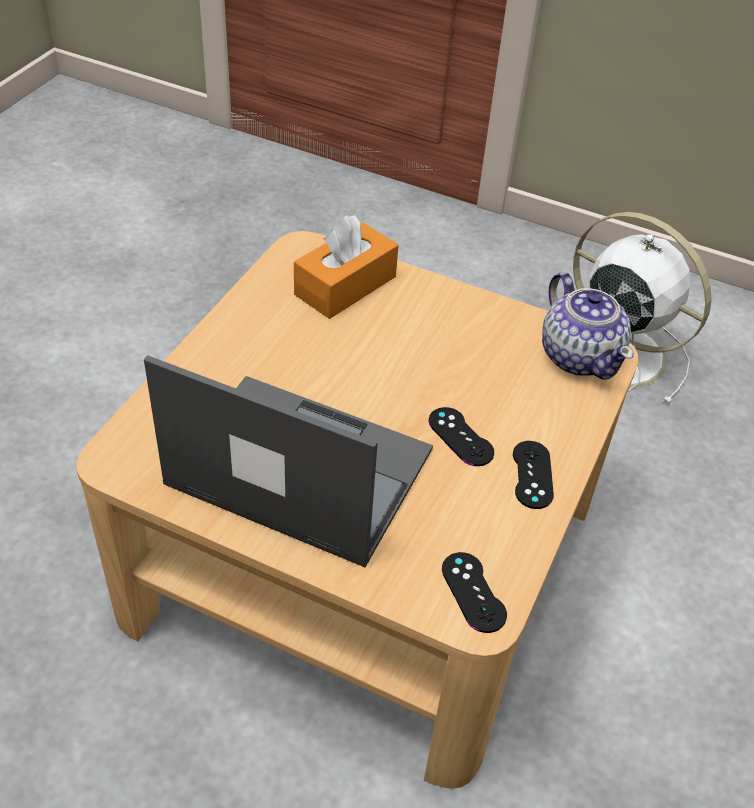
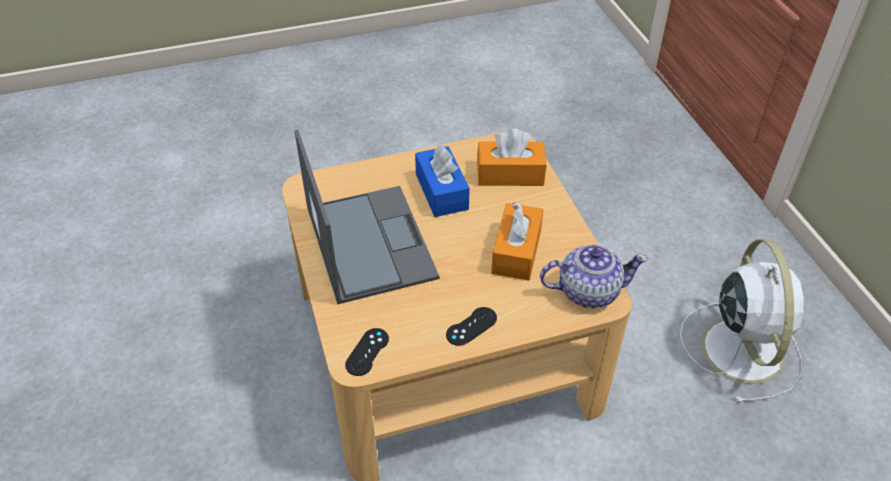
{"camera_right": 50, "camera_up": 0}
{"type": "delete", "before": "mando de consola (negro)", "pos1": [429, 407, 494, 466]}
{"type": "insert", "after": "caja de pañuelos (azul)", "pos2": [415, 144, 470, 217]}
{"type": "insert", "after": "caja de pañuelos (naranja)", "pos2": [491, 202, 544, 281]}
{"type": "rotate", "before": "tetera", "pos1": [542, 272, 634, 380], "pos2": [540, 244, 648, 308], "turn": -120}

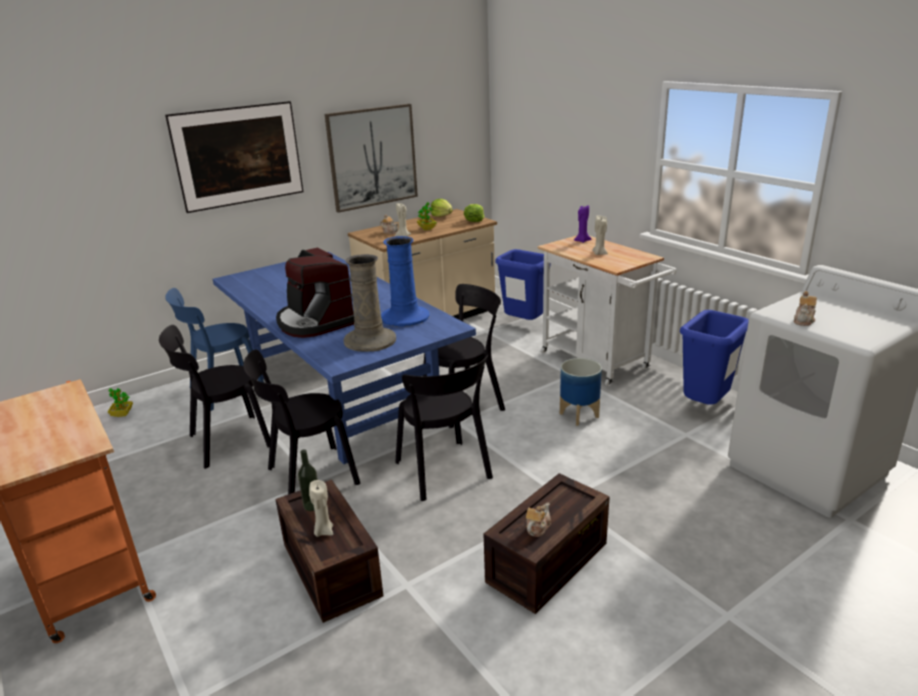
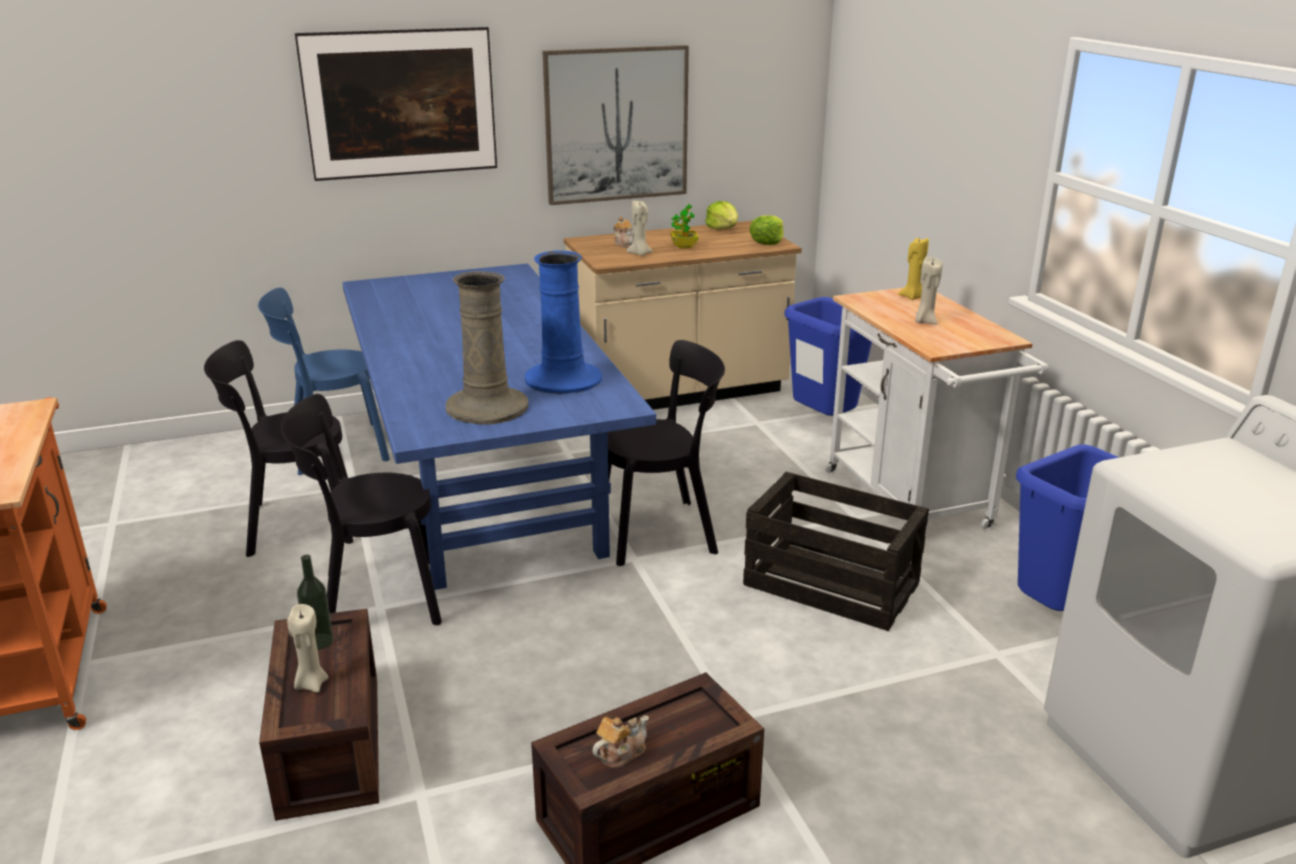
{"camera_right": 15, "camera_up": 0}
{"type": "delete", "before": "planta en maceta", "pos1": [108, 388, 133, 417]}
{"type": "delete", "before": "cafetera", "pos1": [276, 248, 354, 338]}
{"type": "delete", "before": "silla (negro)", "pos1": [395, 353, 493, 501]}
{"type": "delete", "before": "tetera", "pos1": [794, 291, 817, 326]}
{"type": "replace", "before": "maceta", "after": "caja de embalaje", "pos1": [560, 358, 602, 426], "pos2": [743, 472, 929, 631]}
{"type": "recolor", "before": "vela (morado)", "after": "vela (amarillo)", "pos1": [574, 205, 592, 243], "pos2": [898, 236, 929, 300]}

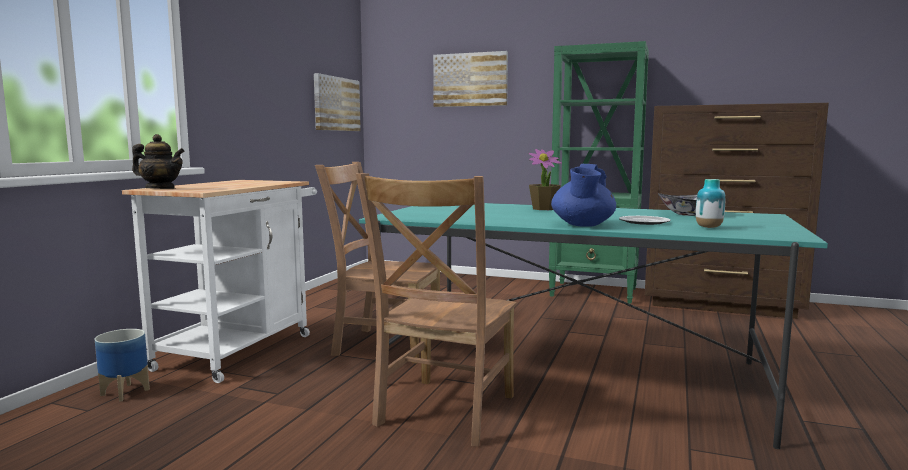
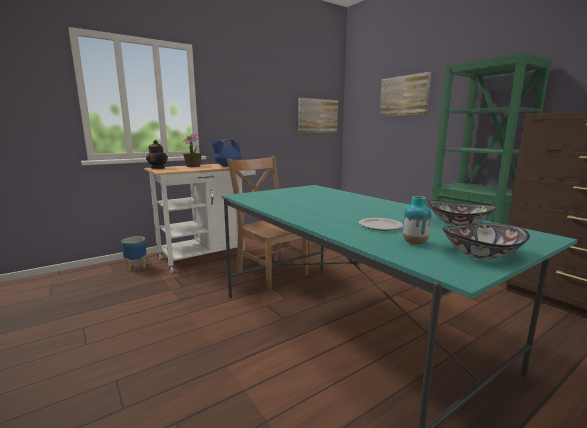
{"camera_right": 35, "camera_up": 5}
{"type": "delete", "before": "silla (marrón)", "pos1": [356, 173, 517, 447]}
{"type": "insert", "after": "cuenco", "pos2": [442, 223, 530, 259]}
{"type": "move", "before": "planta en maceta", "pos1": [529, 149, 562, 210], "pos2": [183, 134, 202, 167]}
{"type": "move", "before": "tetera (azul)", "pos1": [551, 164, 616, 227], "pos2": [212, 139, 242, 167]}

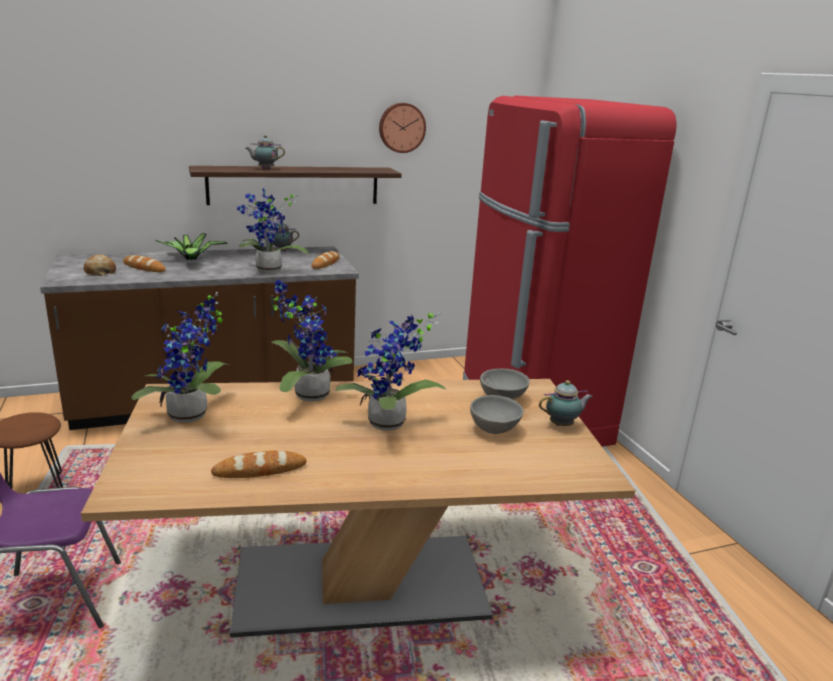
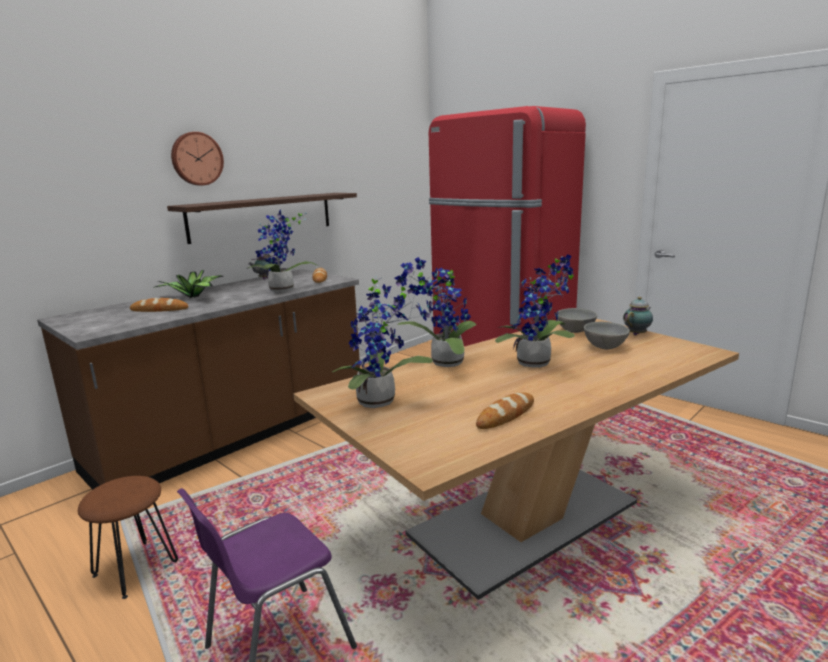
{"camera_right": -25, "camera_up": -5}
{"type": "delete", "before": "pan", "pos1": [83, 254, 116, 276]}
{"type": "delete", "before": "tetera", "pos1": [246, 135, 285, 169]}
{"type": "move", "before": "reloj de pared", "pos1": [379, 103, 426, 153], "pos2": [171, 132, 224, 186]}

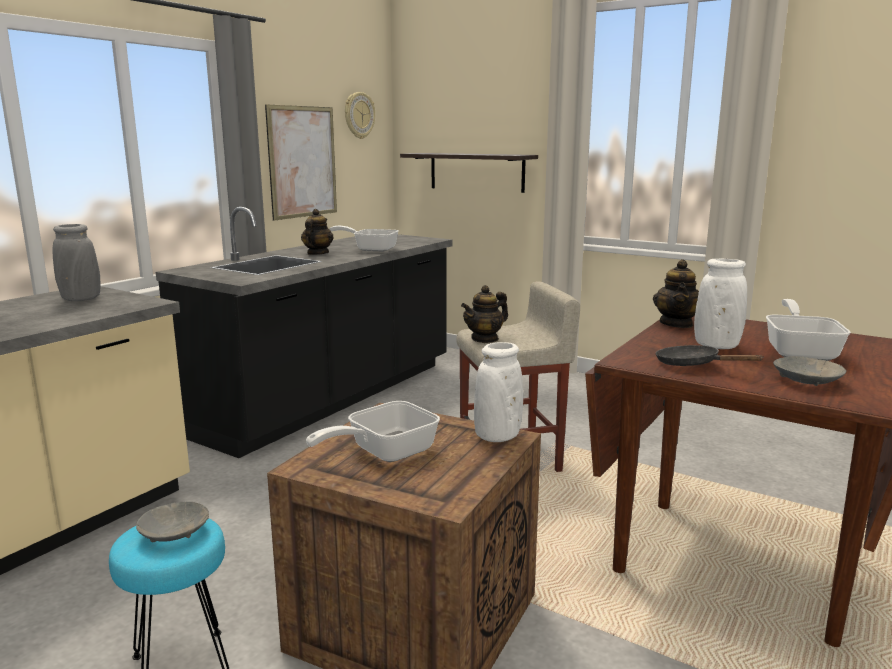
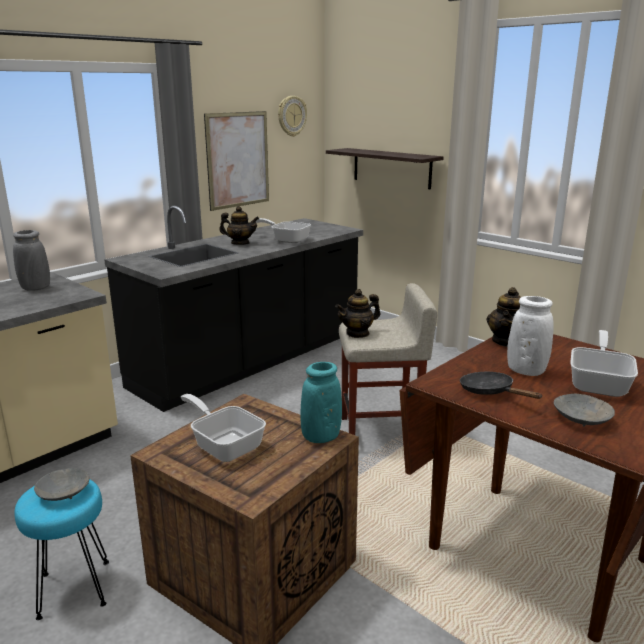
{"camera_right": 10, "camera_up": 5}
{"type": "recolor", "before": "florero (blanco)", "after": "florero (turquesa)", "pos1": [474, 342, 523, 442], "pos2": [300, 362, 342, 443]}
{"type": "rotate", "before": "tetera", "pos1": [301, 209, 334, 255], "pos2": [219, 206, 259, 245], "turn": 75}
{"type": "rotate", "before": "sartén", "pos1": [306, 401, 440, 462], "pos2": [181, 394, 266, 462], "turn": 75}

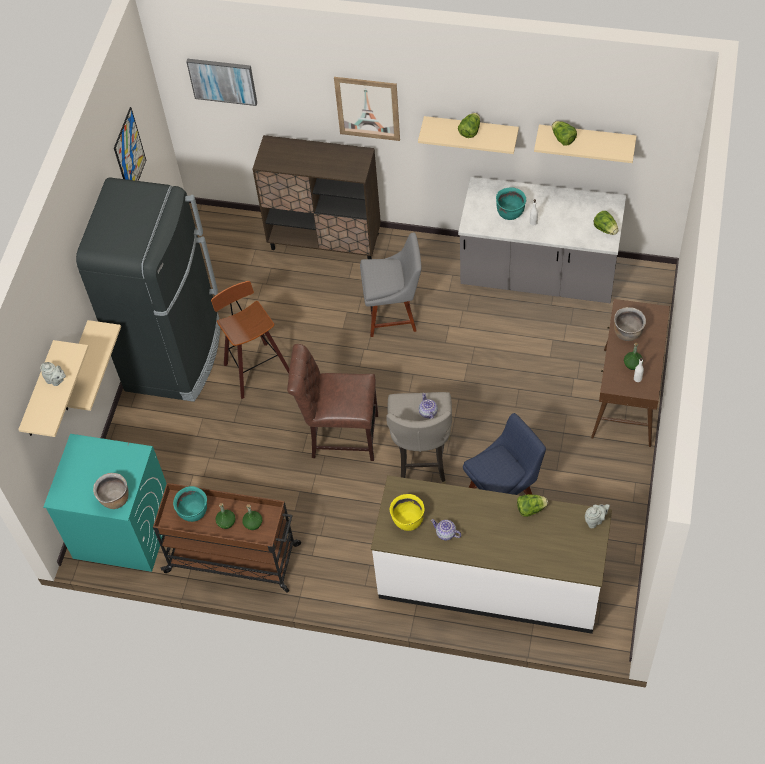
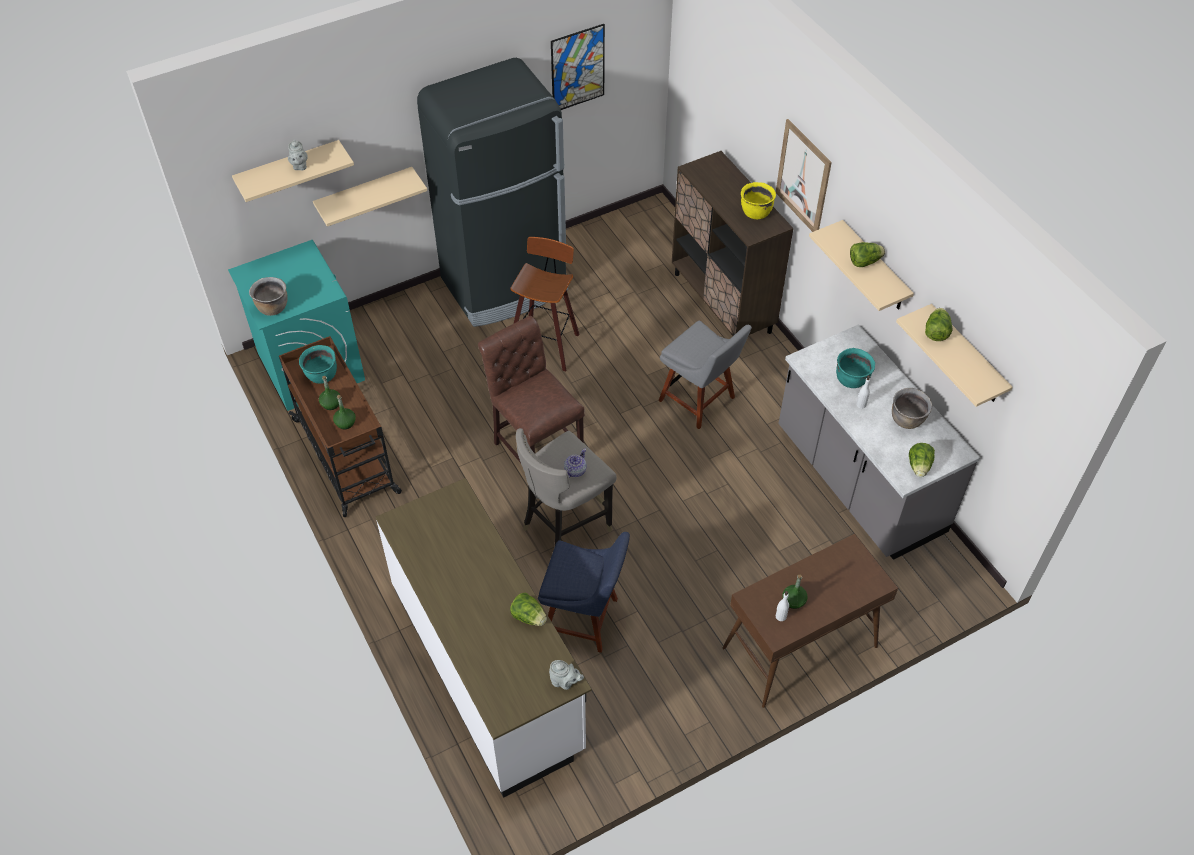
{"camera_right": 45, "camera_up": -5}
{"type": "delete", "before": "cuadro", "pos1": [186, 59, 257, 106]}
{"type": "delete", "before": "tetera", "pos1": [431, 519, 461, 540]}
{"type": "move", "before": "olla (amarillo)", "pos1": [389, 494, 424, 531], "pos2": [741, 182, 776, 219]}
{"type": "move", "before": "olla (marrón)", "pos1": [614, 307, 646, 341], "pos2": [892, 388, 932, 429]}

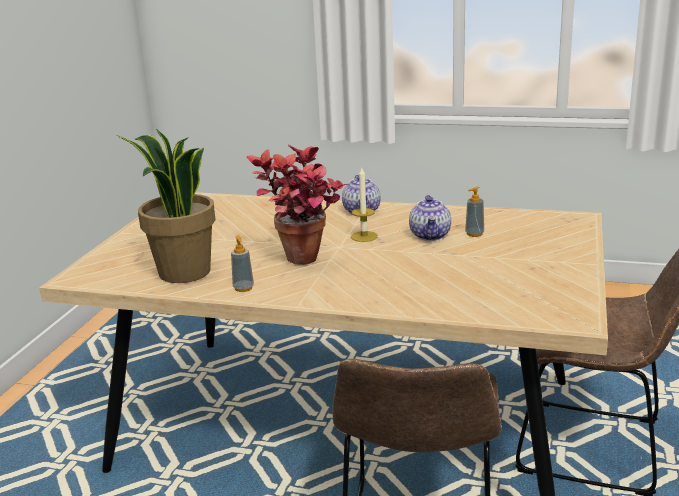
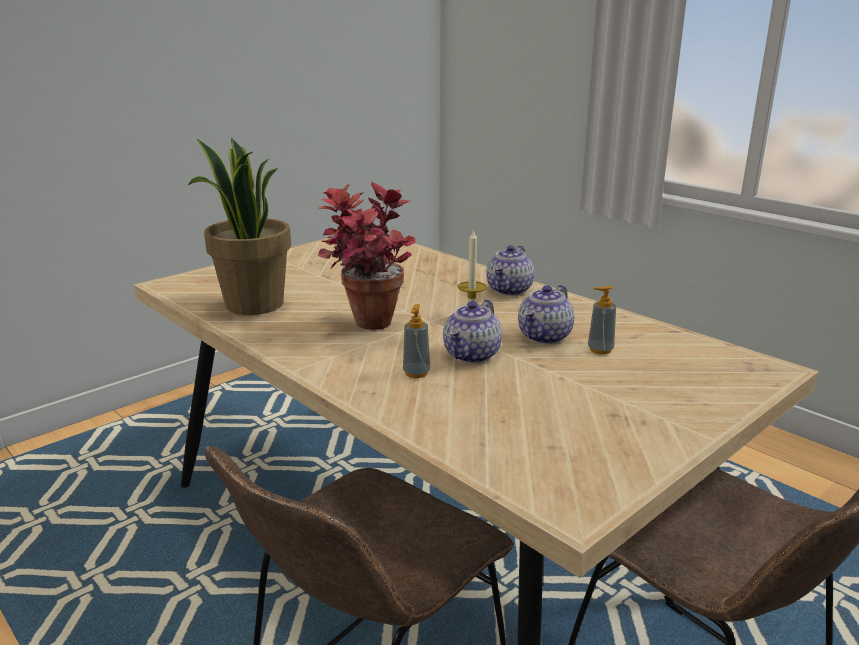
{"camera_right": 30, "camera_up": 0}
{"type": "insert", "after": "tetera", "pos2": [443, 299, 502, 363]}
{"type": "move", "before": "dispensador de jabón", "pos1": [231, 235, 254, 292], "pos2": [403, 304, 430, 378]}

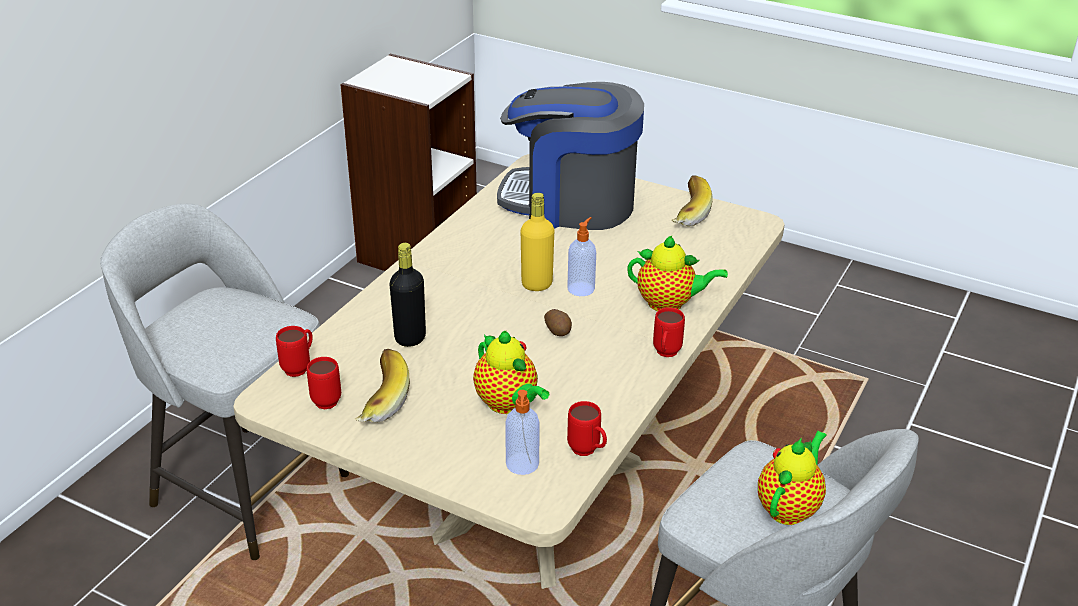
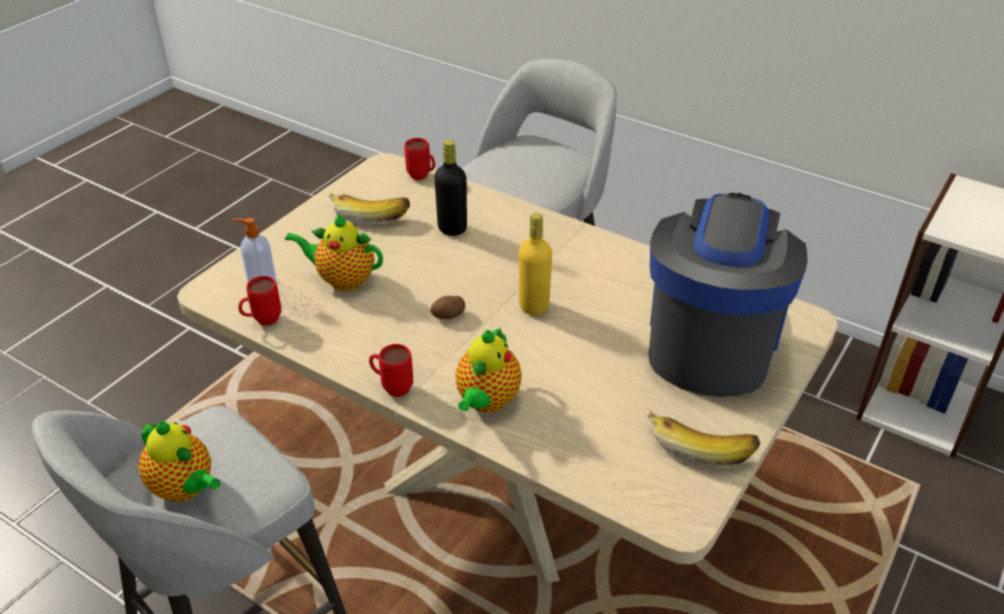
{"camera_right": 95, "camera_up": 5}
{"type": "delete", "before": "taza grande (rojo)", "pos1": [307, 357, 341, 409]}
{"type": "delete", "before": "dispensador de jabón", "pos1": [567, 217, 596, 296]}
{"type": "rotate", "before": "tetera", "pos1": [473, 331, 549, 414], "pos2": [285, 214, 383, 291], "turn": 45}

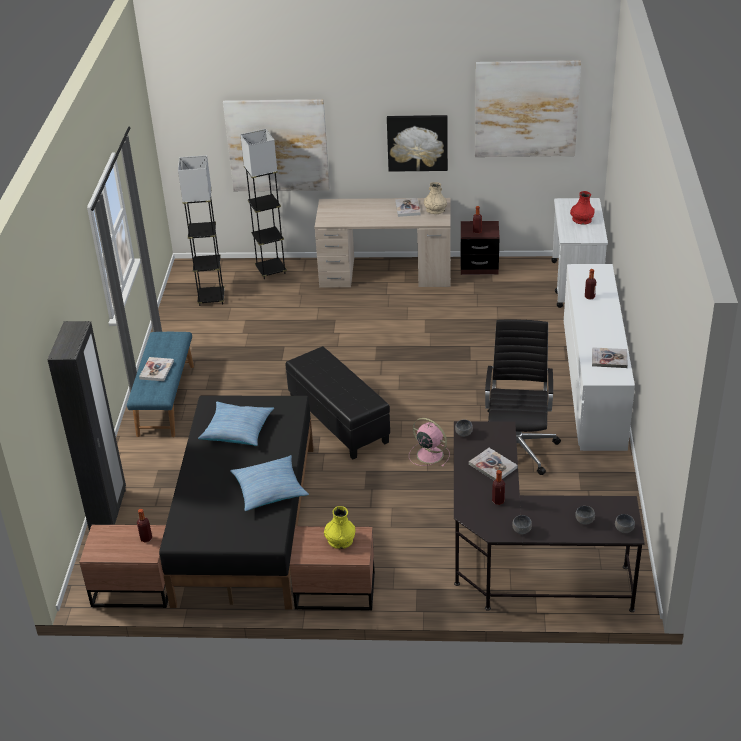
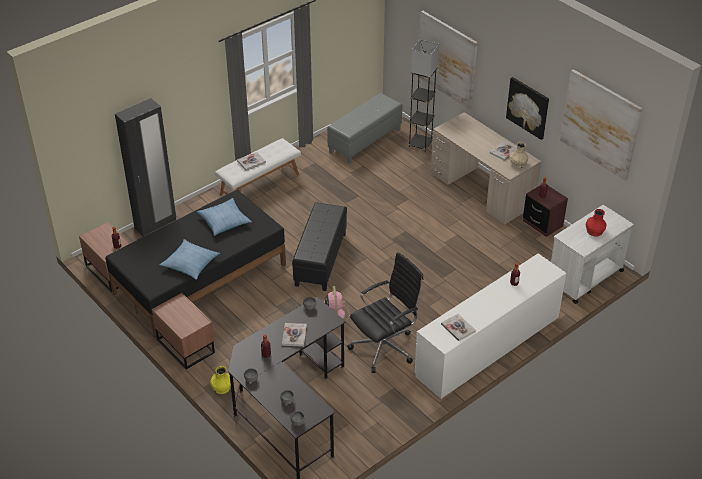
{"camera_right": 45, "camera_up": 5}
{"type": "move", "before": "florero (amarillo)", "pos1": [324, 506, 356, 549], "pos2": [210, 366, 231, 394]}
{"type": "replace", "before": "lámpara de pie (gris)", "after": "puf (gris)", "pos1": [178, 155, 225, 306], "pos2": [327, 93, 403, 164]}
{"type": "recolor", "before": "banco (azul)", "after": "banco (blanco)", "pos1": [127, 332, 194, 437], "pos2": [215, 138, 301, 196]}

